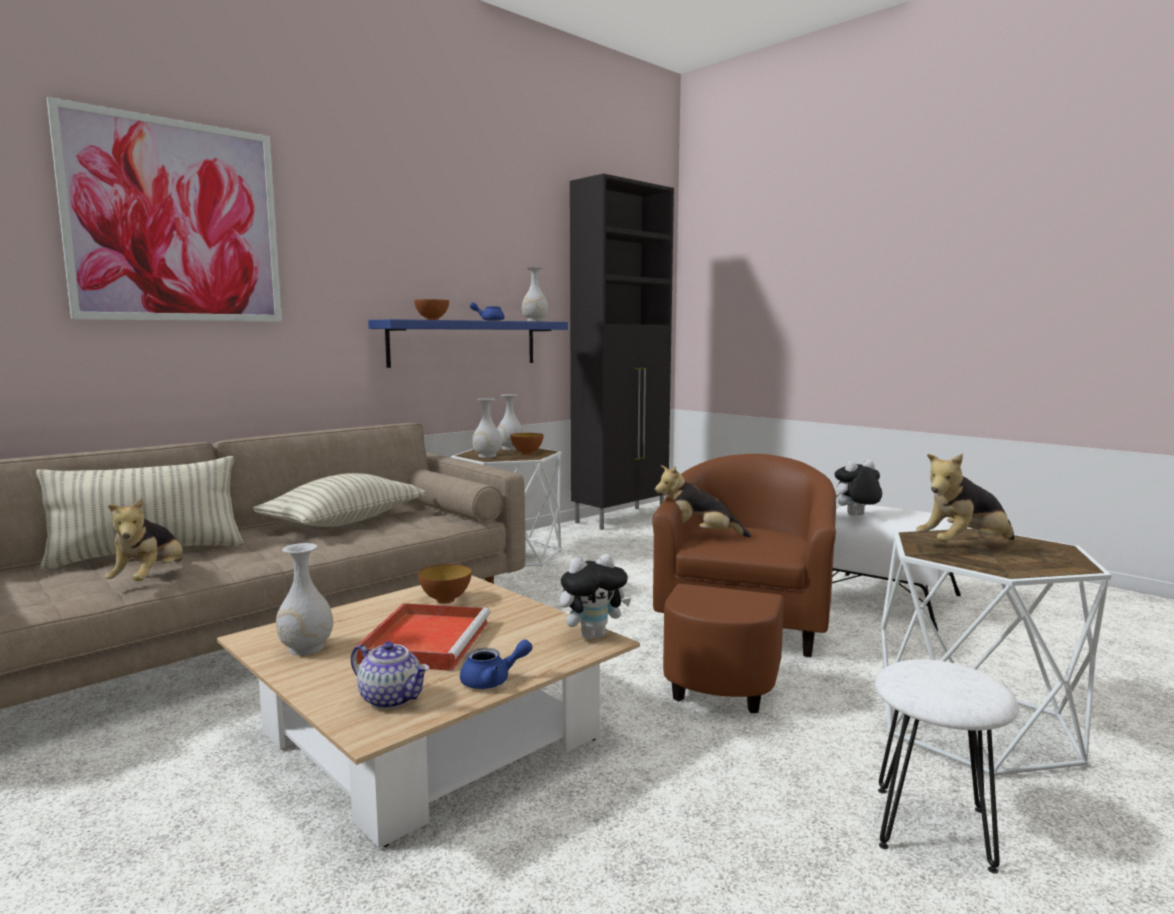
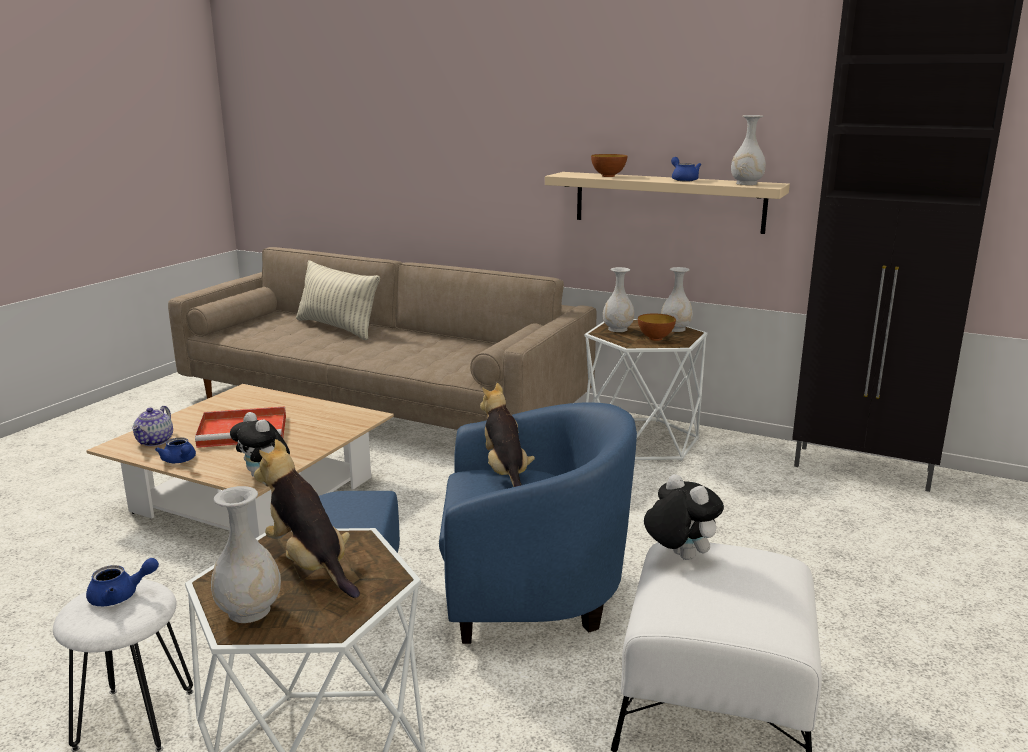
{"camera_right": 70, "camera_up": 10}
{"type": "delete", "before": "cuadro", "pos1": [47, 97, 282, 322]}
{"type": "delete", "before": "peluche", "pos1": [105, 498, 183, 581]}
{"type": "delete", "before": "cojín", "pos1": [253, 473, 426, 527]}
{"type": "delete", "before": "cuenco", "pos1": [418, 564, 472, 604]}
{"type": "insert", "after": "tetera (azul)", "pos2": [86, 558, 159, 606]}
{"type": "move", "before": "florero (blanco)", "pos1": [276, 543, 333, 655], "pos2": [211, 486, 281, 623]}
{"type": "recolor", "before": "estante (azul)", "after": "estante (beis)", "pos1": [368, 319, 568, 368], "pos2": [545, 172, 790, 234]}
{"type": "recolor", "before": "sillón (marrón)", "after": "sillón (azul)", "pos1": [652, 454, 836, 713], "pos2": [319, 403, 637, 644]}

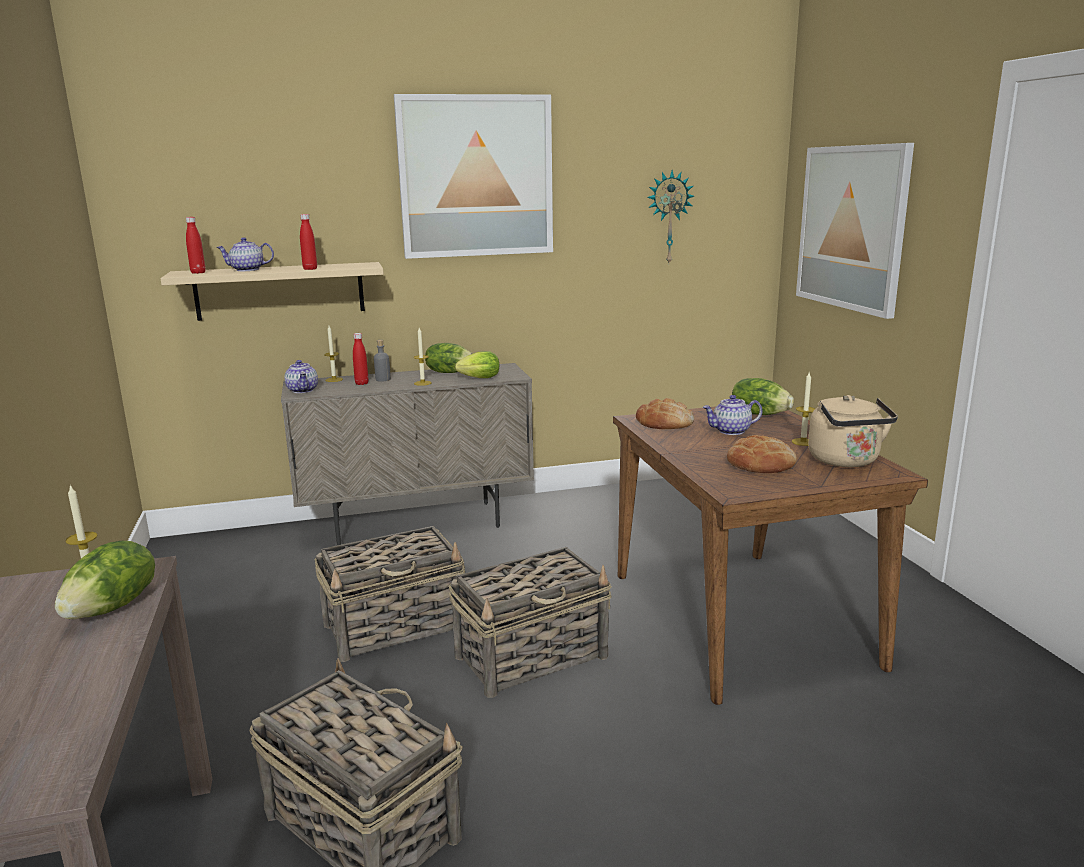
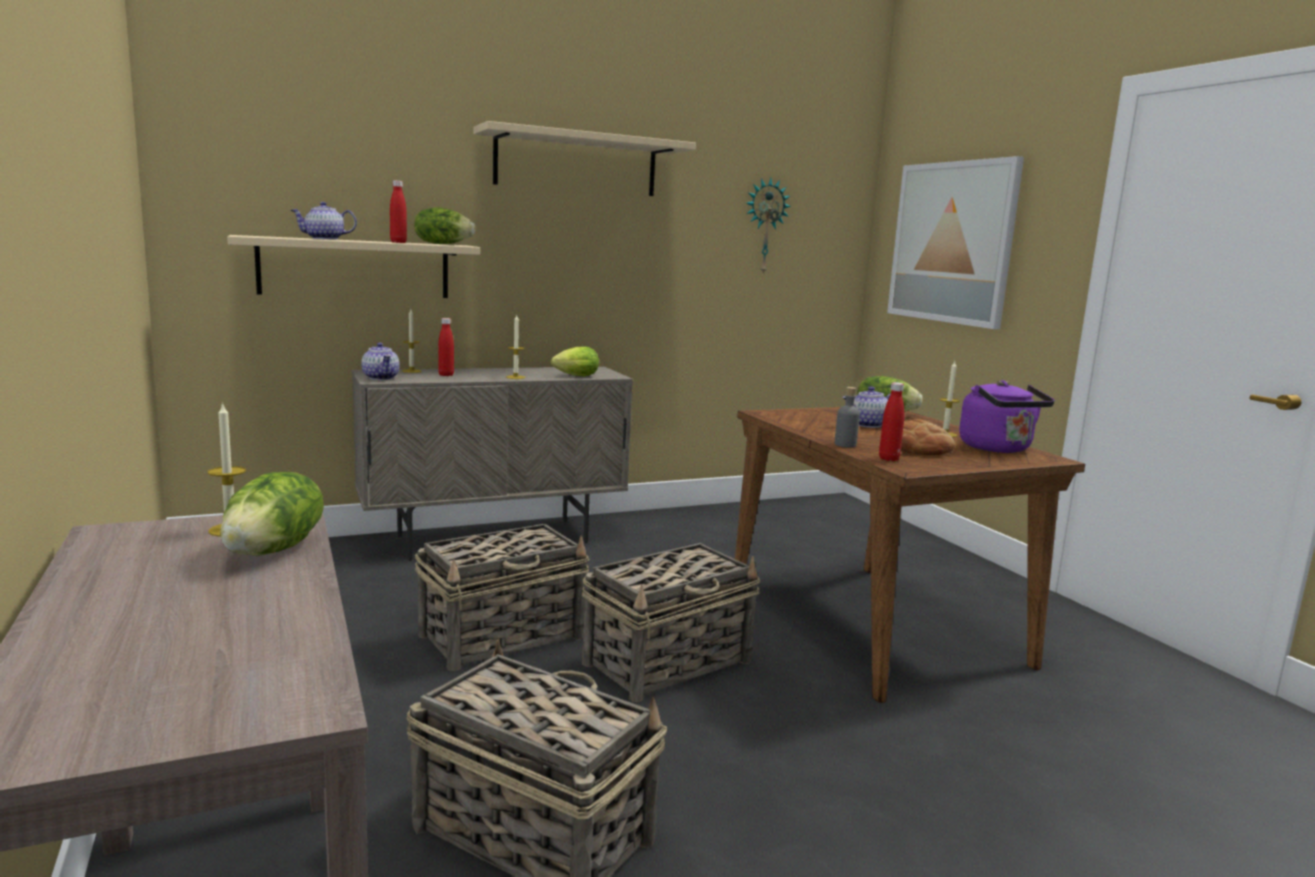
{"camera_right": -10, "camera_up": -5}
{"type": "delete", "before": "pan", "pos1": [636, 398, 694, 429]}
{"type": "move", "before": "botella (rojo)", "pos1": [186, 217, 206, 274], "pos2": [879, 382, 904, 461]}
{"type": "move", "before": "botella (gris)", "pos1": [374, 340, 391, 382], "pos2": [835, 387, 860, 447]}
{"type": "move", "before": "lechuga", "pos1": [425, 343, 472, 373], "pos2": [414, 208, 475, 244]}
{"type": "replace", "before": "cuadro", "after": "estante (beis)", "pos1": [394, 94, 553, 259], "pos2": [473, 121, 696, 196]}
{"type": "recolor", "before": "hervidor (beis)", "after": "hervidor (morado)", "pos1": [808, 395, 898, 467], "pos2": [959, 380, 1055, 453]}

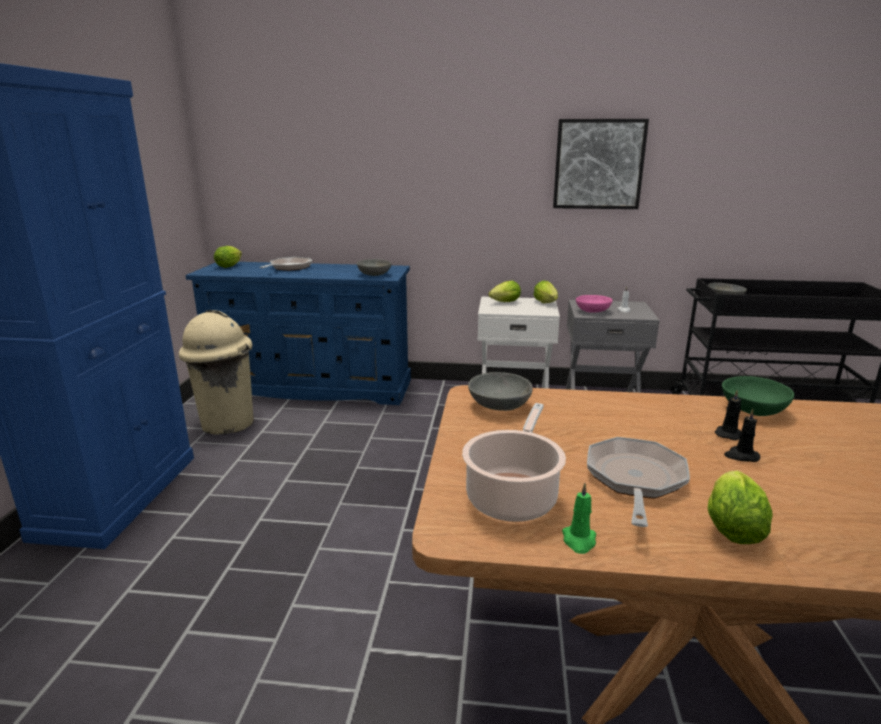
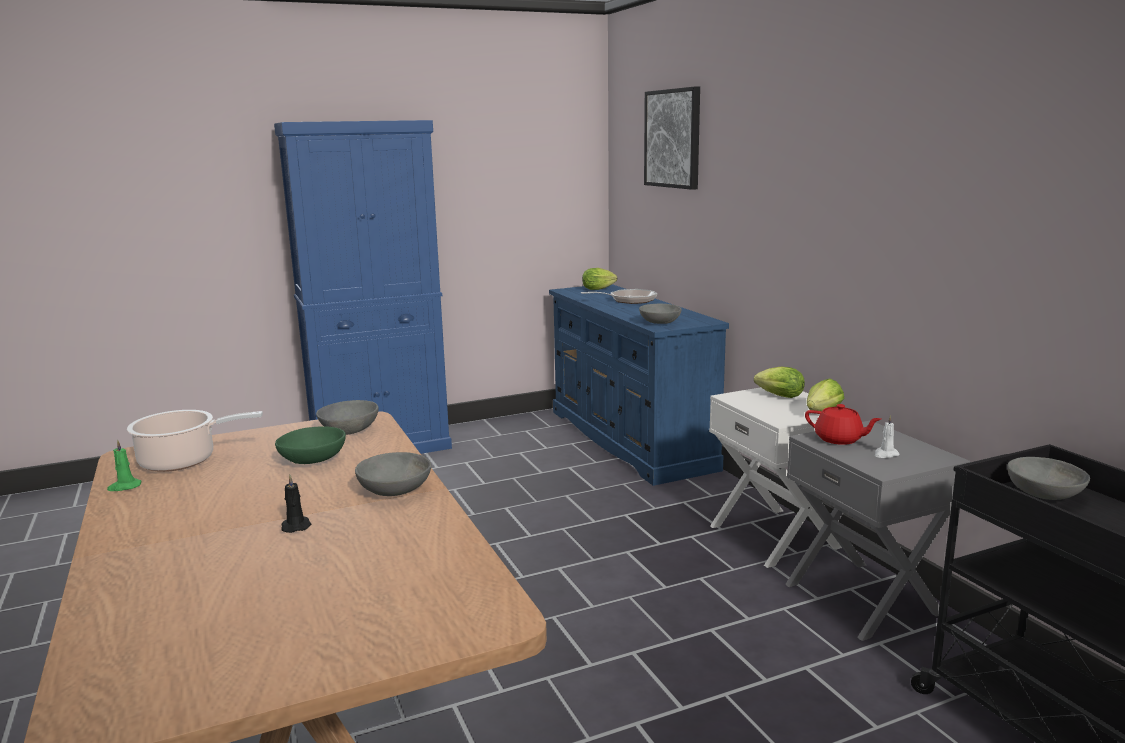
{"camera_right": 60, "camera_up": -5}
{"type": "delete", "before": "papelera (beis)", "pos1": [179, 310, 254, 435]}
{"type": "delete", "before": "sartén", "pos1": [587, 437, 690, 527]}
{"type": "delete", "before": "lechuga", "pos1": [708, 470, 773, 544]}
{"type": "delete", "before": "vela (negro)", "pos1": [715, 390, 741, 440]}
{"type": "insert", "after": "cuenco (gris)", "pos2": [355, 452, 431, 496]}
{"type": "move", "before": "cuadro", "pos1": [553, 119, 649, 209], "pos2": [644, 87, 700, 190]}
{"type": "move", "before": "cuenco (verde)", "pos1": [722, 376, 794, 416], "pos2": [275, 426, 346, 464]}
{"type": "replace", "before": "cuenco (rosa)", "after": "tetera (rojo)", "pos1": [576, 295, 613, 313], "pos2": [805, 404, 881, 445]}

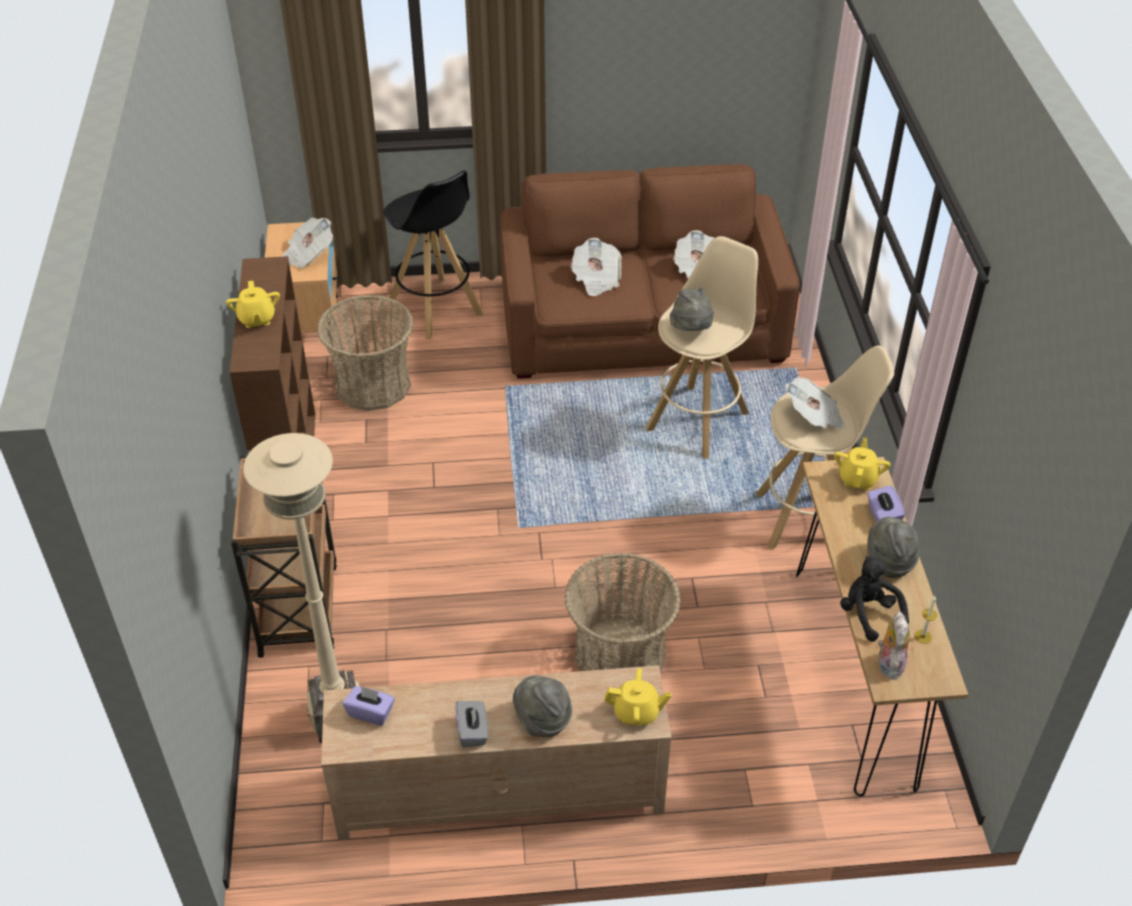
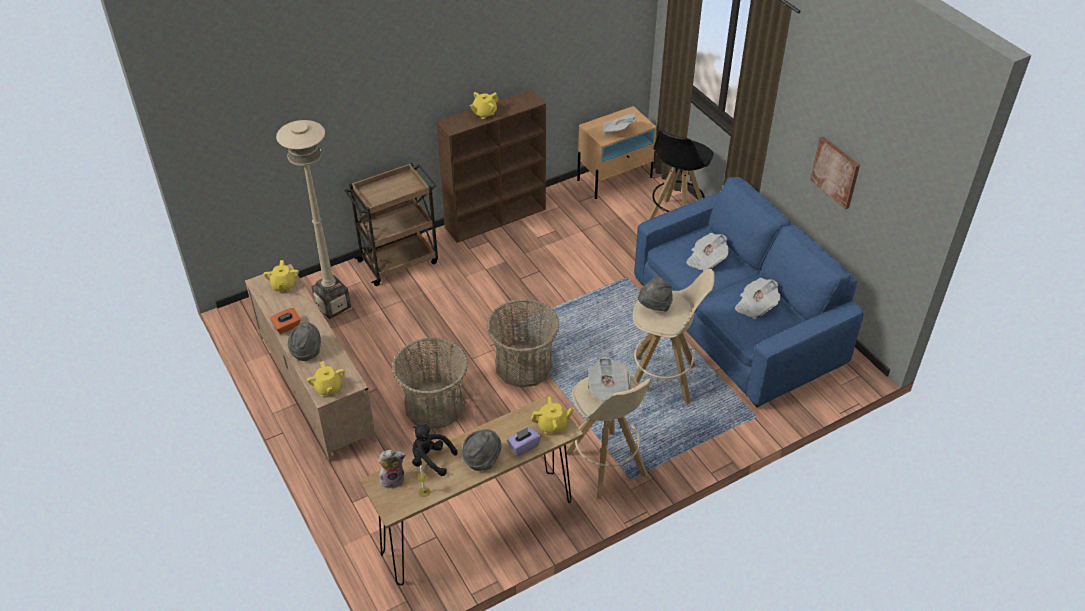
{"camera_right": 65, "camera_up": 0}
{"type": "insert", "after": "cuadro", "pos2": [810, 136, 860, 210]}
{"type": "move", "before": "cesta", "pos1": [317, 295, 414, 411], "pos2": [486, 299, 560, 387]}
{"type": "replace", "before": "caja de pañuelos (morado)", "after": "tetera (amarillo)", "pos1": [343, 686, 395, 726], "pos2": [263, 260, 299, 291]}
{"type": "recolor", "before": "caja de pañuelos (gris)", "after": "caja de pañuelos (naranja)", "pos1": [456, 701, 488, 748], "pos2": [270, 308, 301, 334]}
{"type": "recolor", "before": "sofá (marrón)", "after": "sofá (azul)", "pos1": [500, 164, 800, 379], "pos2": [634, 177, 864, 407]}
{"type": "rotate", "before": "peluche (negro)", "pos1": [840, 556, 909, 642], "pos2": [412, 424, 458, 476], "turn": -105}

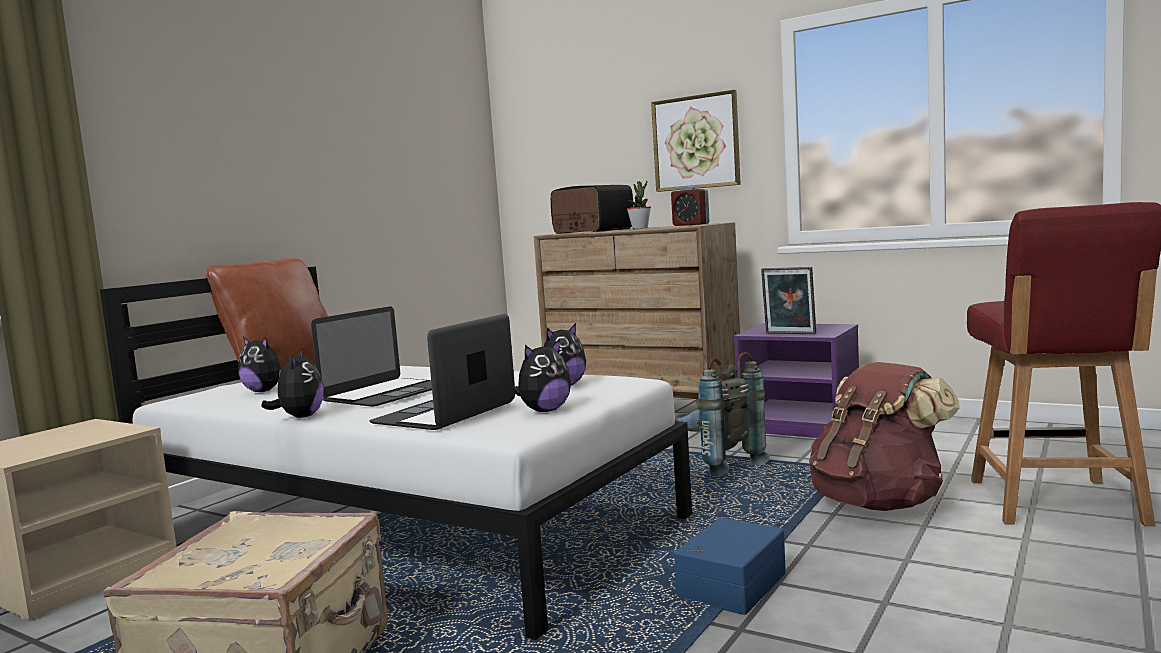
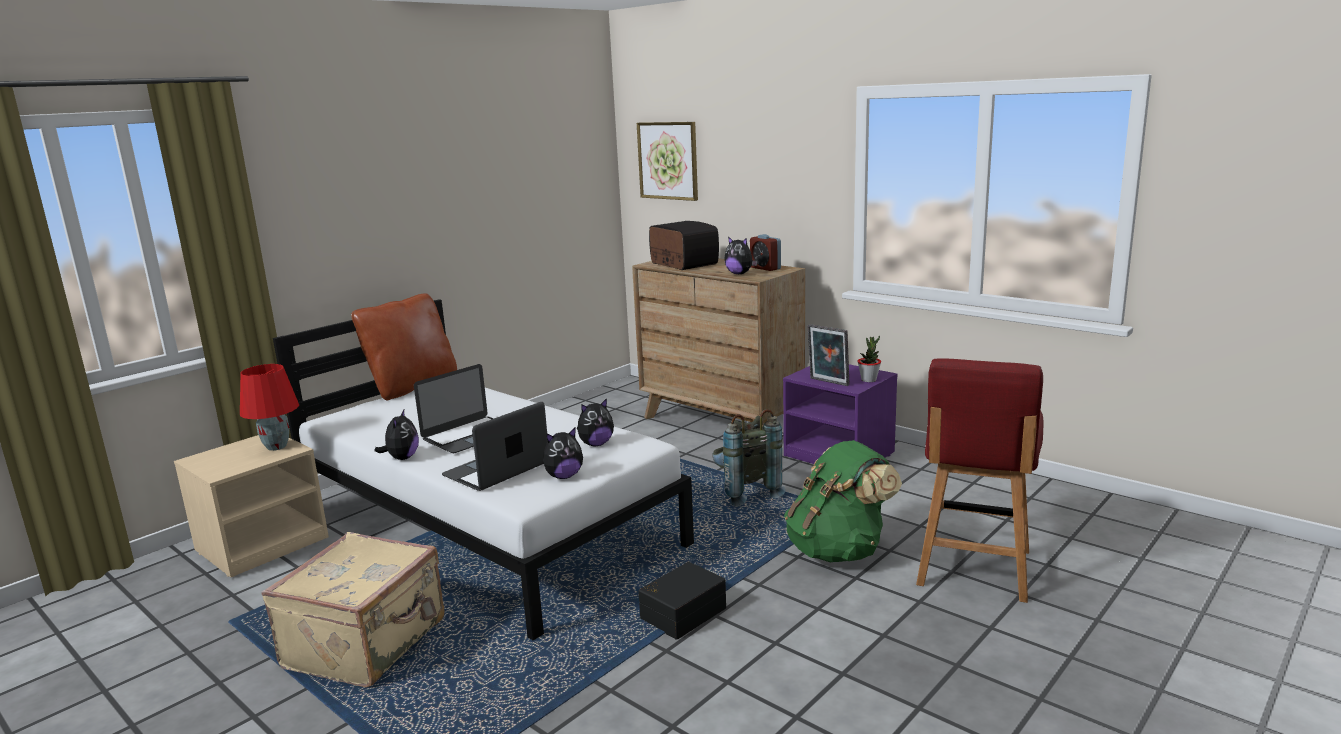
{"camera_right": 10, "camera_up": 10}
{"type": "insert", "after": "lámpara de mesa (rojo)", "pos2": [240, 364, 299, 451]}
{"type": "move", "before": "peluche", "pos1": [238, 337, 281, 392], "pos2": [724, 237, 758, 274]}
{"type": "move", "before": "planta en maceta", "pos1": [627, 181, 651, 229], "pos2": [857, 336, 881, 382]}
{"type": "move", "before": "cuadro", "pos1": [651, 90, 741, 192], "pos2": [637, 122, 698, 201]}
{"type": "recolor", "before": "caja de almacenaje (azul)", "after": "caja de almacenaje (negro)", "pos1": [674, 518, 786, 615], "pos2": [639, 562, 726, 640]}
{"type": "recolor", "before": "mochila (marrón)", "after": "mochila (verde)", "pos1": [809, 362, 959, 511], "pos2": [784, 440, 902, 562]}

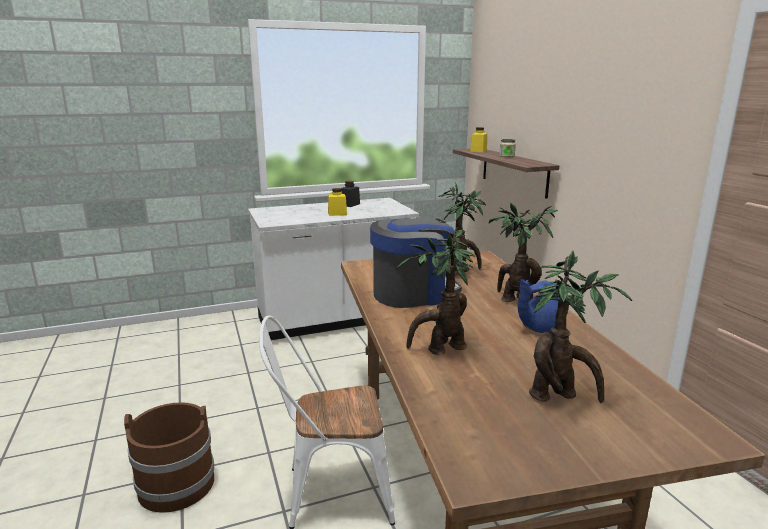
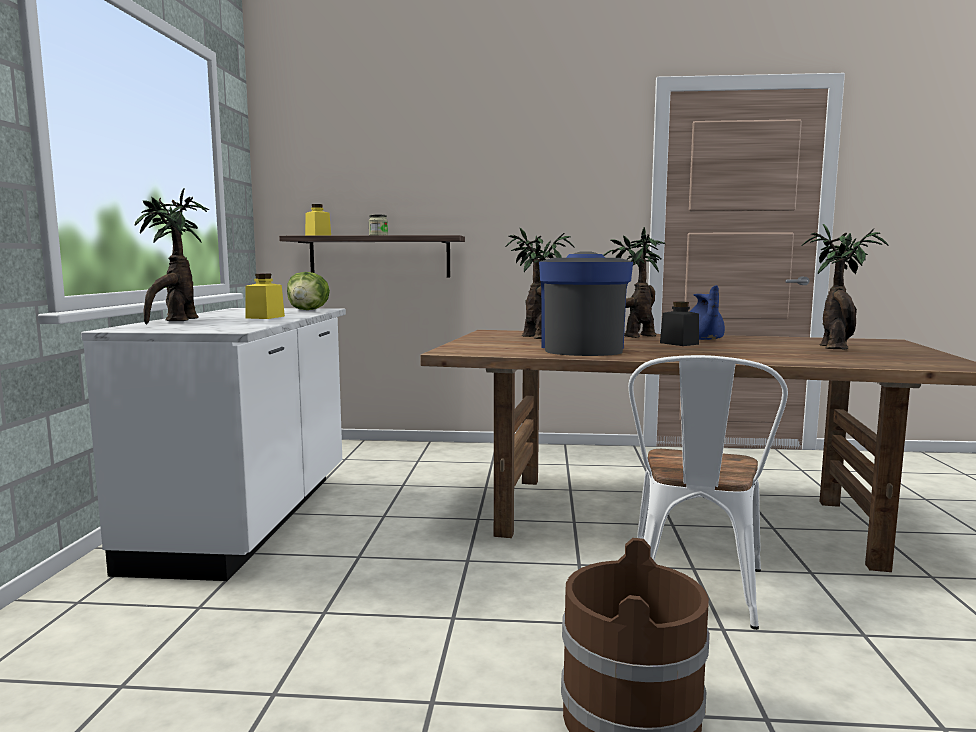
{"camera_right": -65, "camera_up": -10}
{"type": "insert", "after": "lechuga", "pos2": [287, 272, 330, 310]}
{"type": "move", "before": "tarro (negro)", "pos1": [341, 181, 360, 207], "pos2": [660, 301, 699, 346]}
{"type": "move", "before": "planta en maceta", "pos1": [395, 227, 475, 355], "pos2": [134, 188, 209, 325]}

